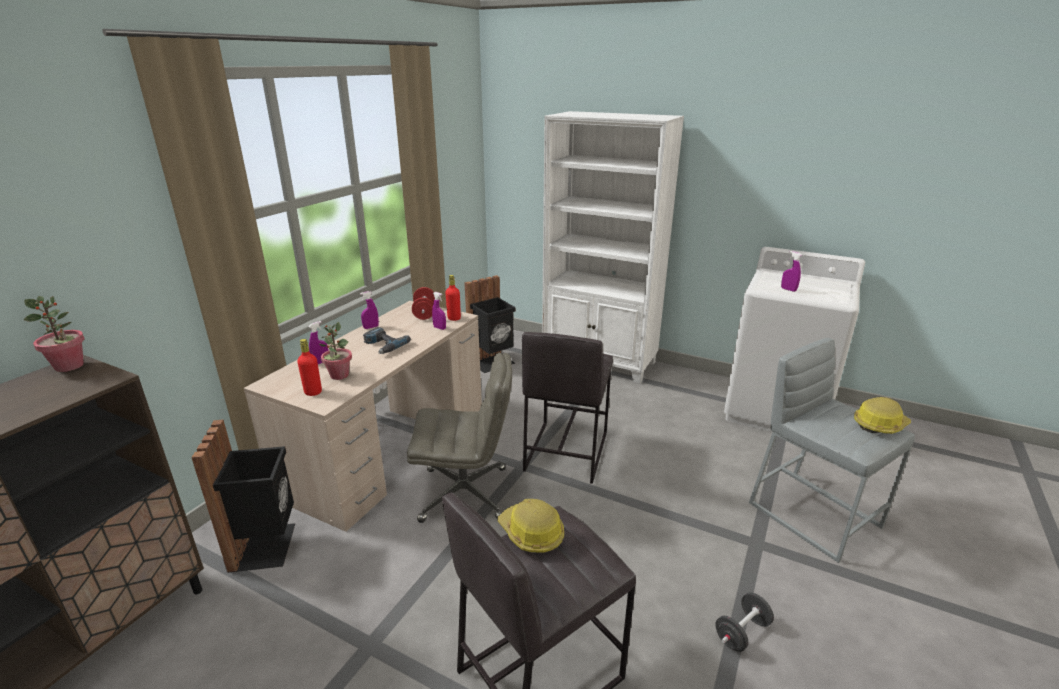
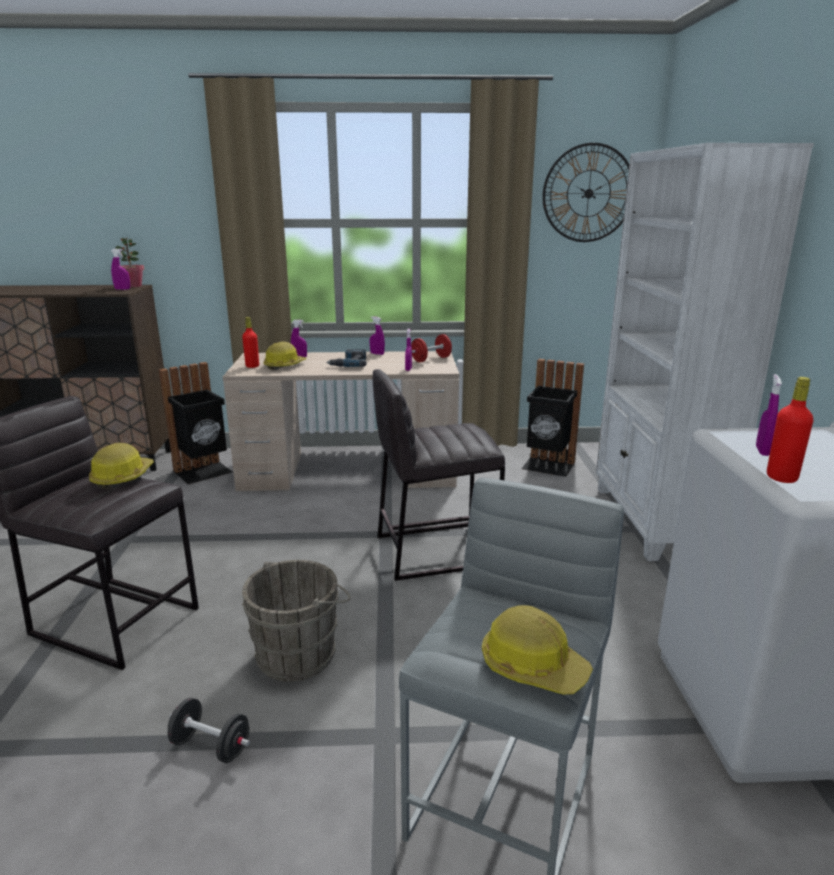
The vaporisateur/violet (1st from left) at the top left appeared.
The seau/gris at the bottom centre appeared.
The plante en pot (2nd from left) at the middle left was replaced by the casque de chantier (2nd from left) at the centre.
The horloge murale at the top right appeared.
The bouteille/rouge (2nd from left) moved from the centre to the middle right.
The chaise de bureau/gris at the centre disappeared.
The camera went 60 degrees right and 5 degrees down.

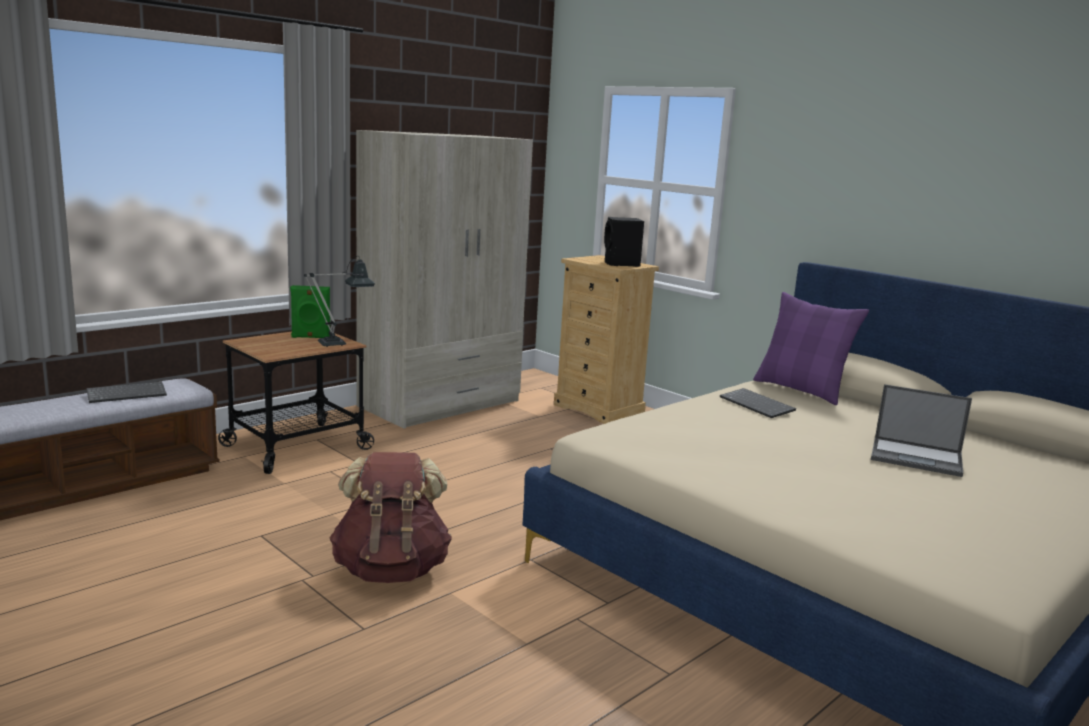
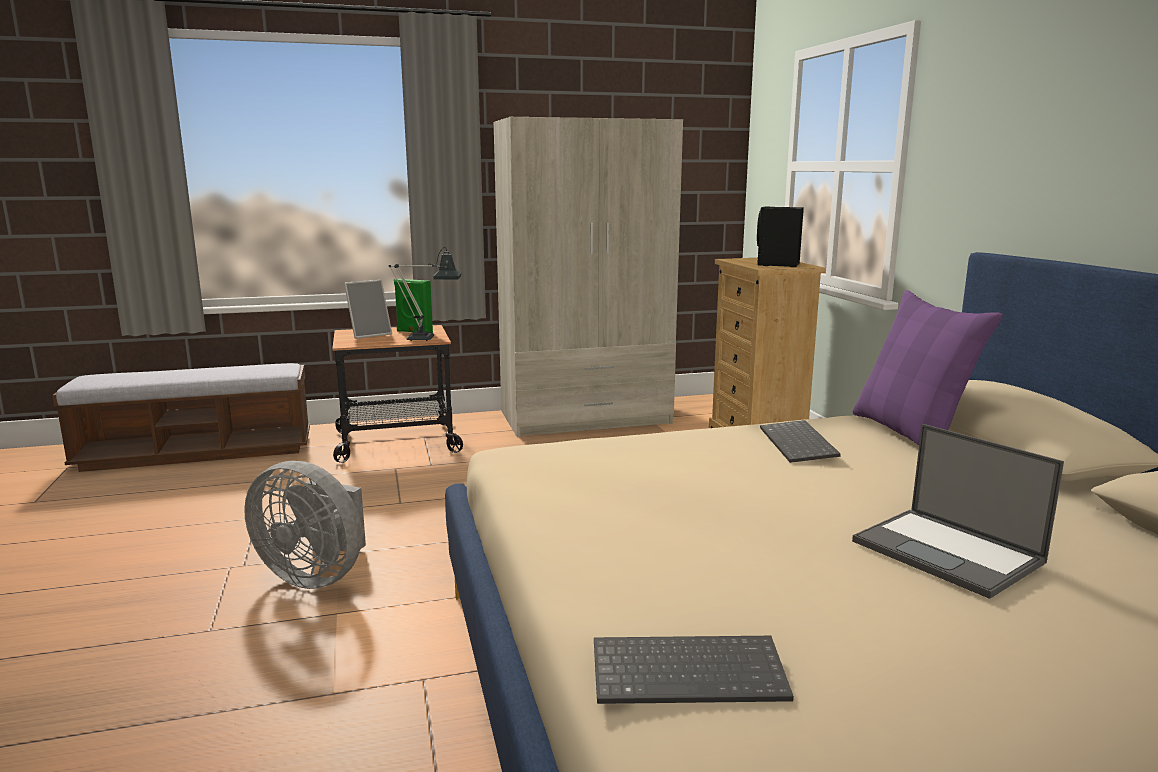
The sac à dos/marron at the bottom centre was replaced by the ventilateur/gris at the bottom left.
The cadre photo at the middle left appeared.
The clavier (1st from left) moved from the middle left to the bottom centre.
The camera went 30 degrees right and 0 degrees up.

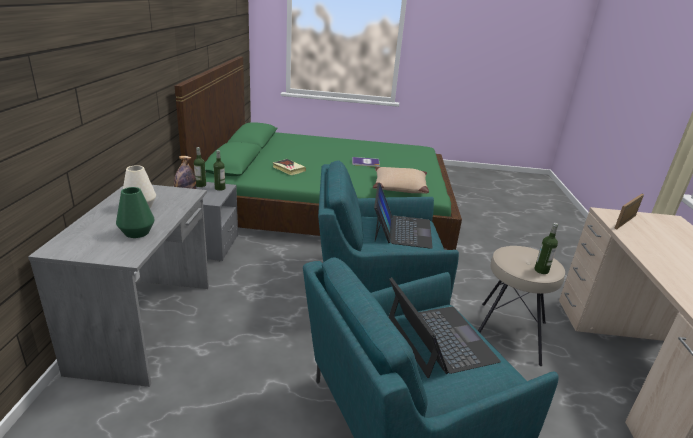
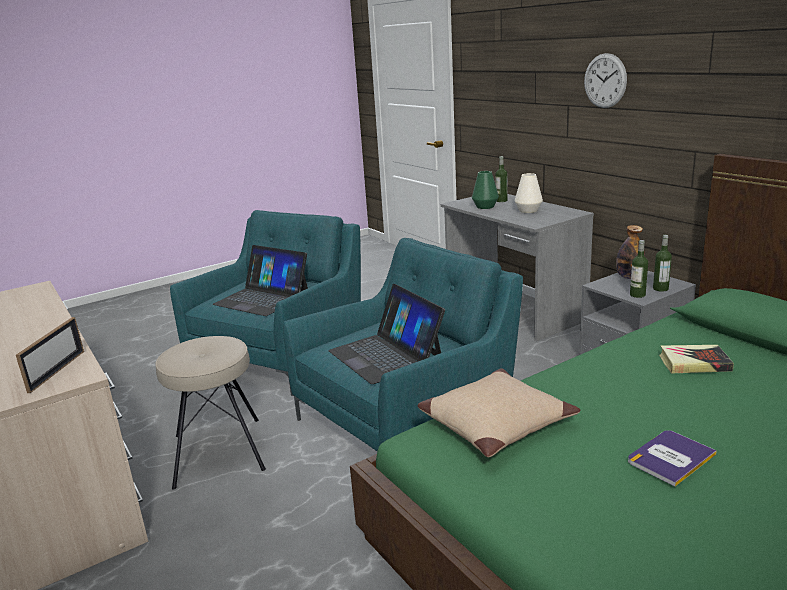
The bouteille (4th from left in the first image) moved from the middle right to the top centre.
The horloge murale at the top right appeared.
The camera went 145 degrees right and 5 degrees down.

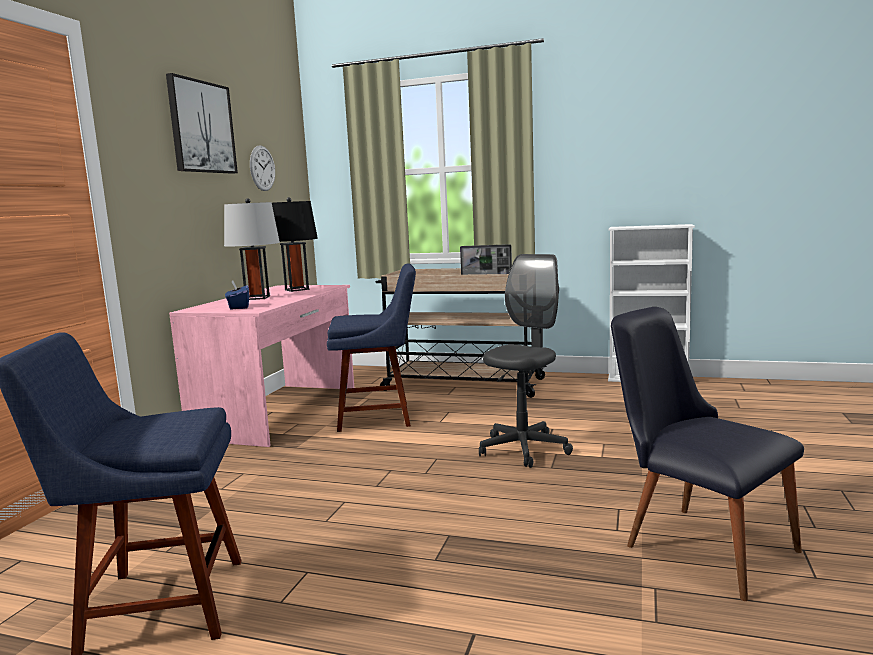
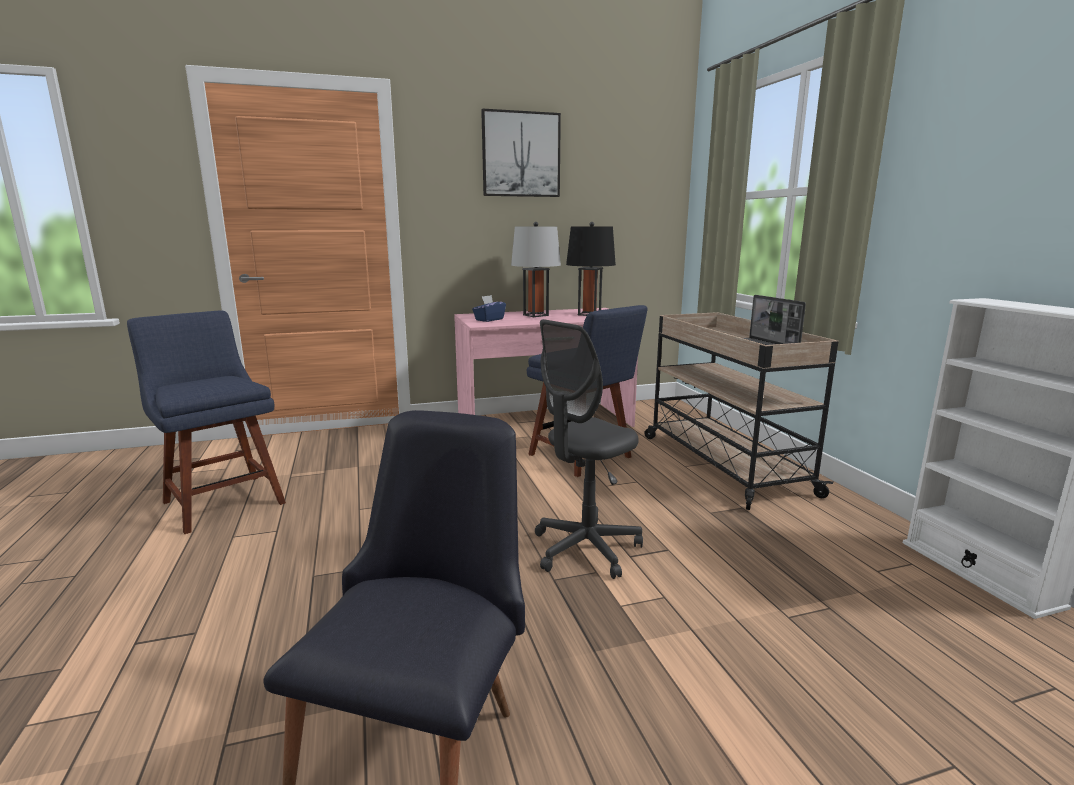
The chaise de bureau/gris at the centre turned 135 degrees clockwise.
The horloge murale at the top left disappeared.
The camera went 55 degrees right and 5 degrees up.

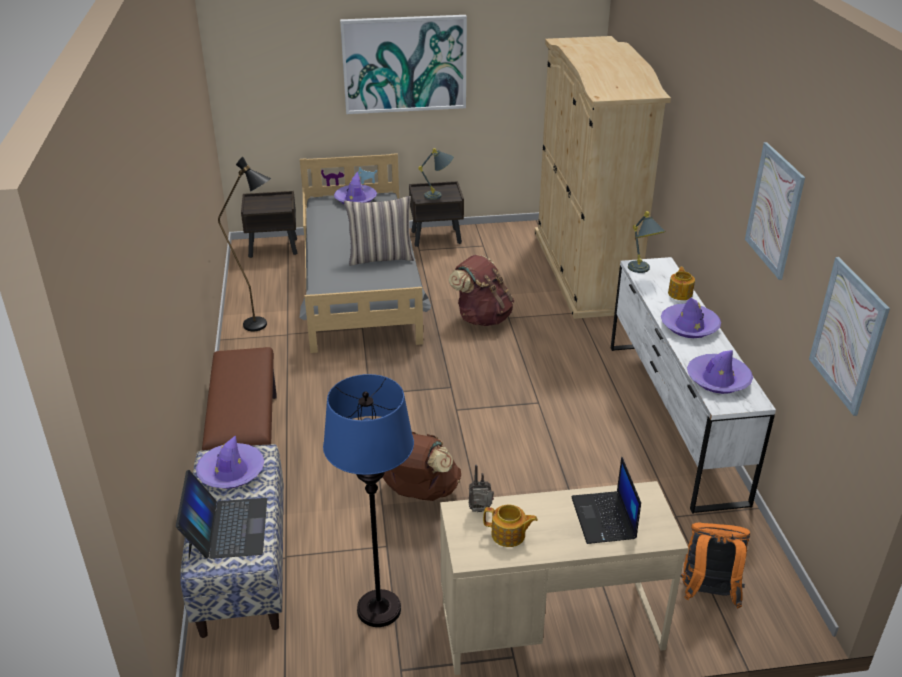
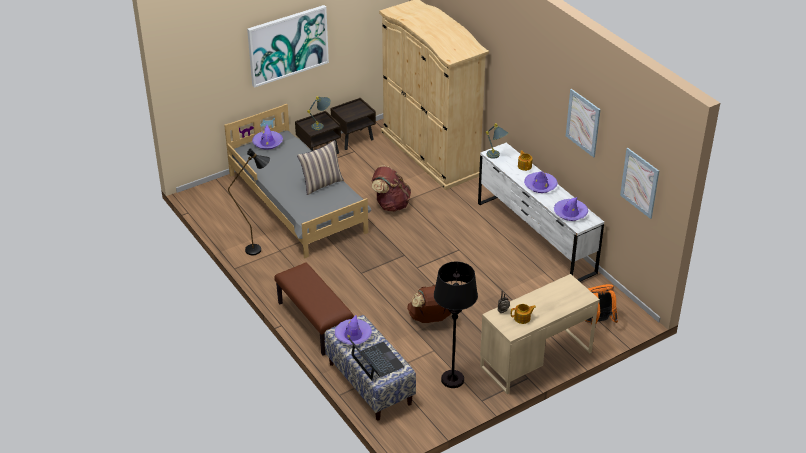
The table de chevet/marron (1st from left in the first image) moved from the top left to the top centre.
The lampadaire/bleu at the bottom centre became the lampadaire/noir (2nd from left) at the bottom centre.
The ordinateur portable (2nd from left) at the bottom right disappeared.
The camera went 25 degrees left and 5 degrees up.

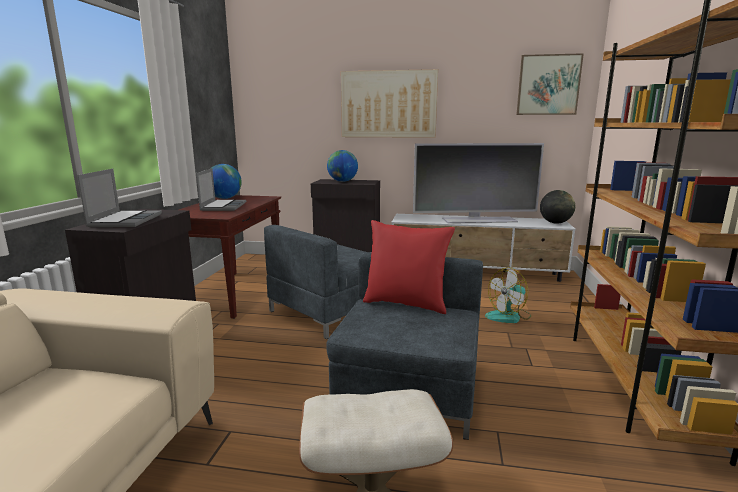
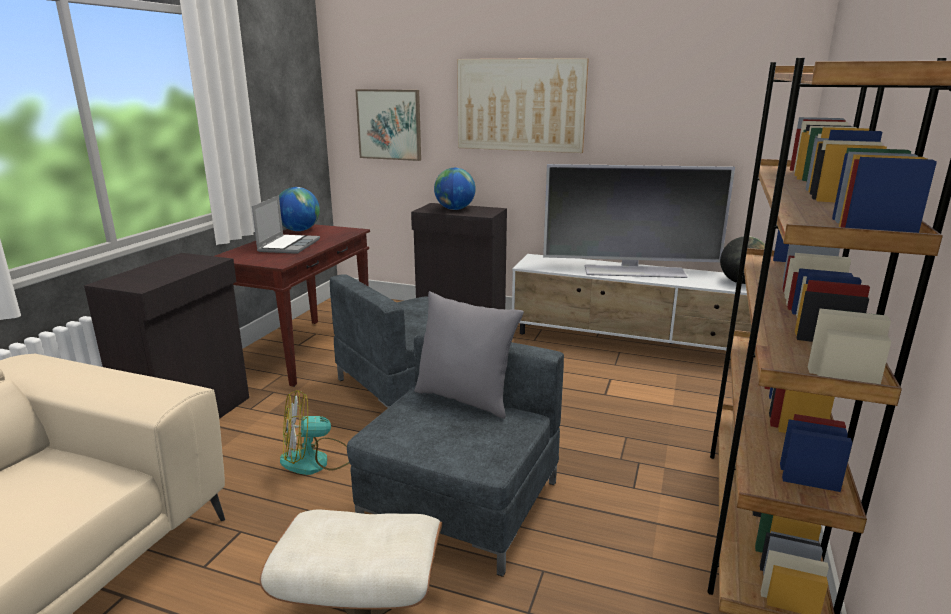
The ventilateur moved from the middle right to the bottom left.
The tableau (2nd from left in the first image) moved from the top right to the top centre.
The coussin/rouge at the centre became the coussin/gris at the centre.
The ordinateur portable (1st from left) at the middle left disappeared.
The camera went 10 degrees right and 5 degrees up.

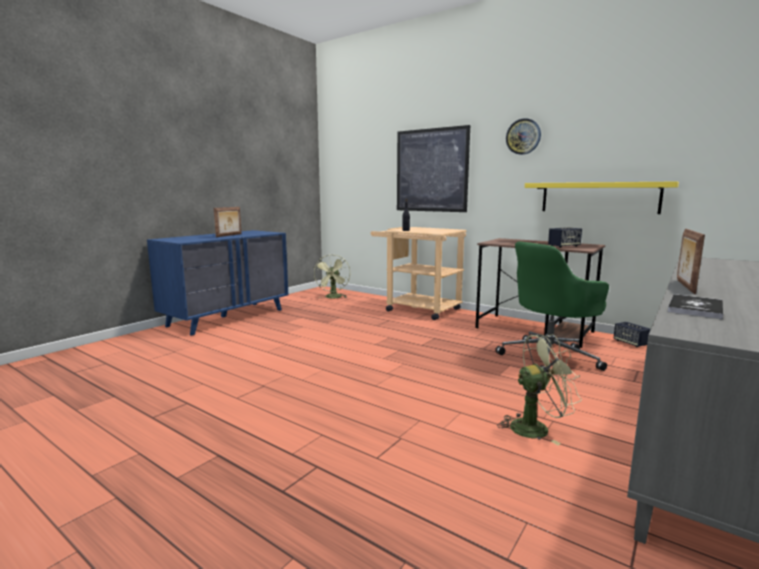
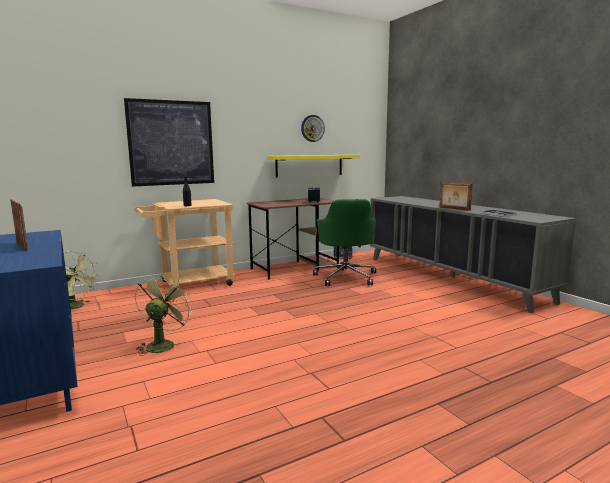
The ventilateur/vert (2nd from left) moved from the bottom right to the middle left.
The horloge murale moved from the top right to the top centre.
The camera went 65 degrees left and 0 degrees up.

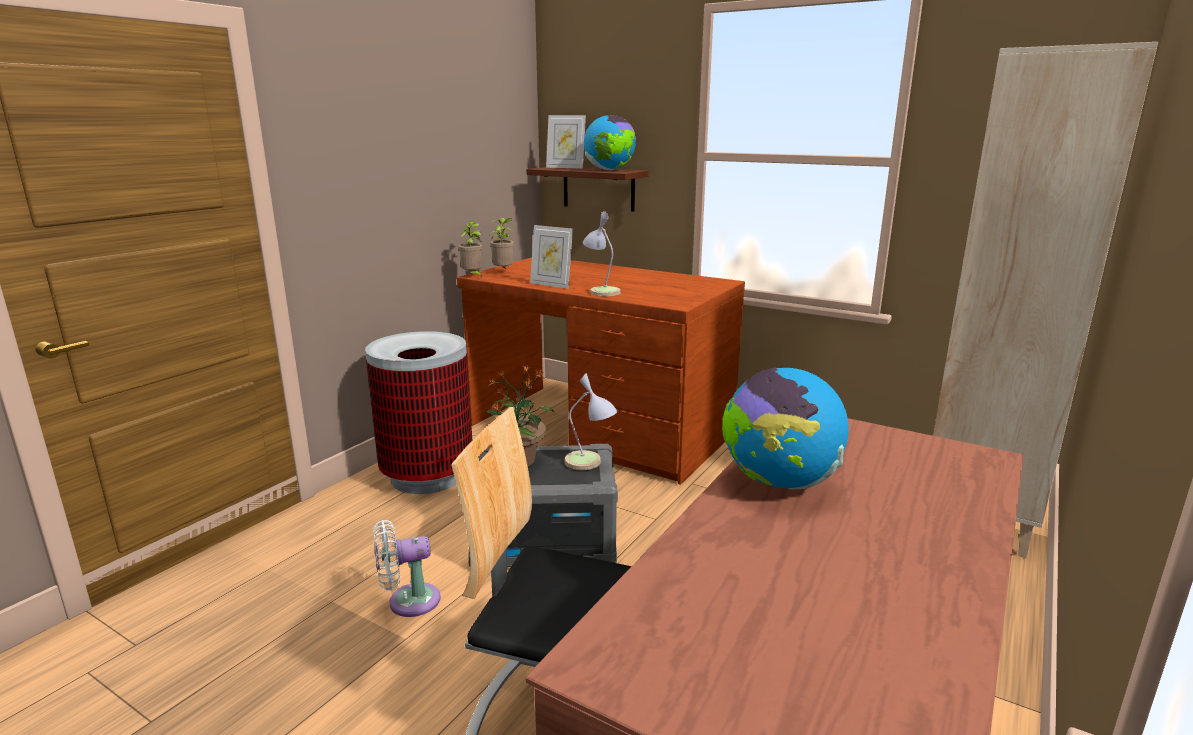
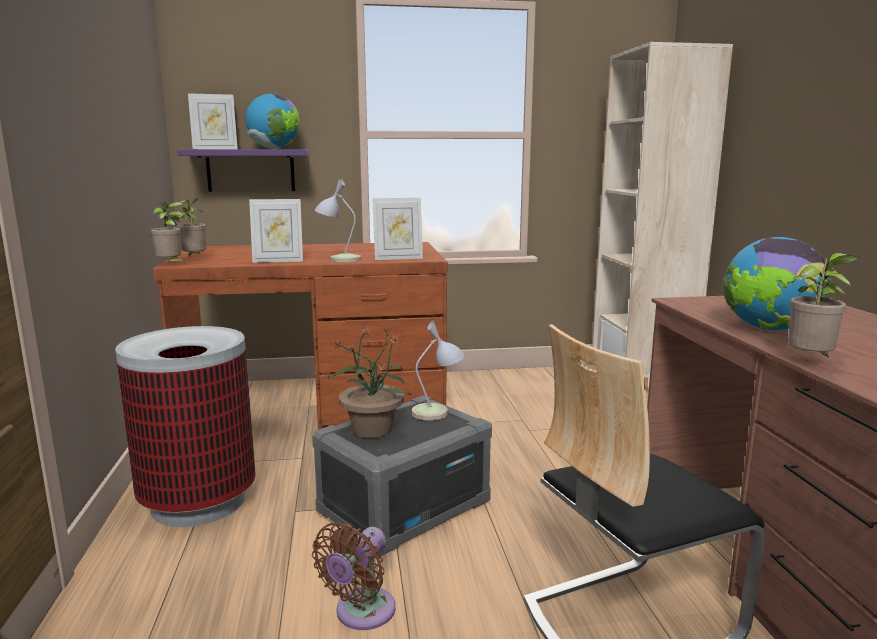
The étagère/marron at the top centre became the étagère/violet at the top left.
The ventilateur/blanc at the bottom centre became the ventilateur/marron at the bottom centre.
The cadre photo (3rd from left) at the centre appeared.
The plante en pot (4th from left) at the middle right appeared.
The camera went 40 degrees left and 5 degrees down.

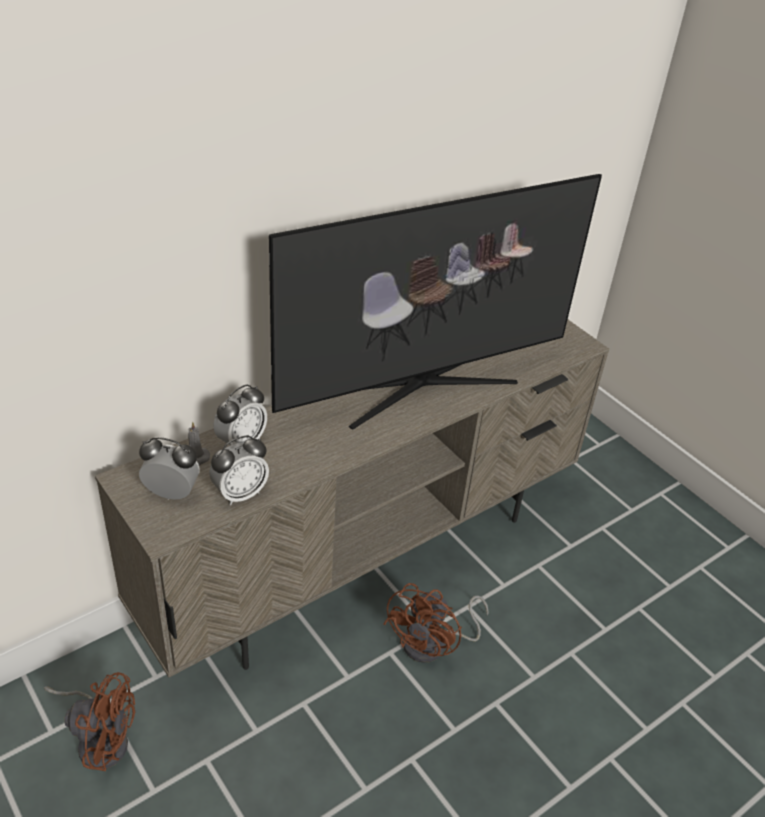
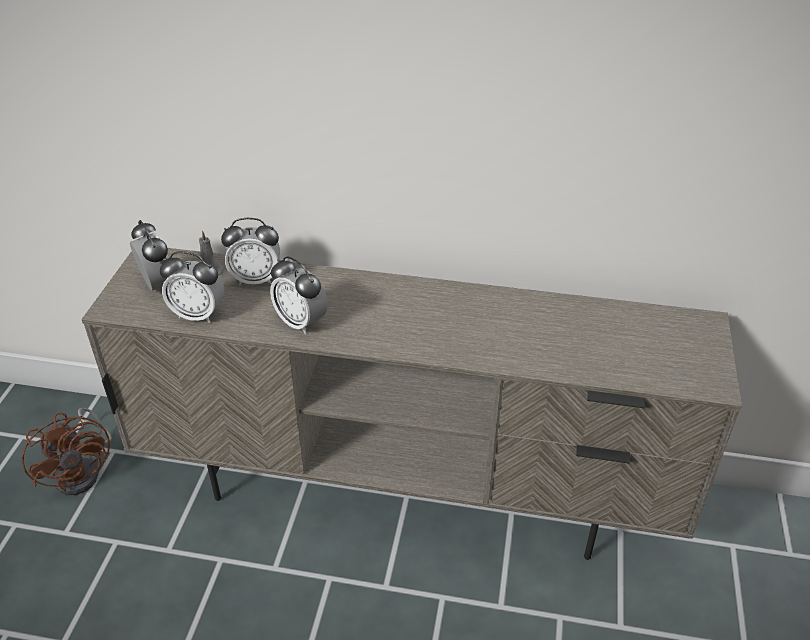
The réveil (4th from left) at the centre appeared.
The téléviseur at the centre disappeared.
The ventilateur/marron (2nd from left) at the bottom centre disappeared.
The camera went 50 degrees right and 0 degrees up.

